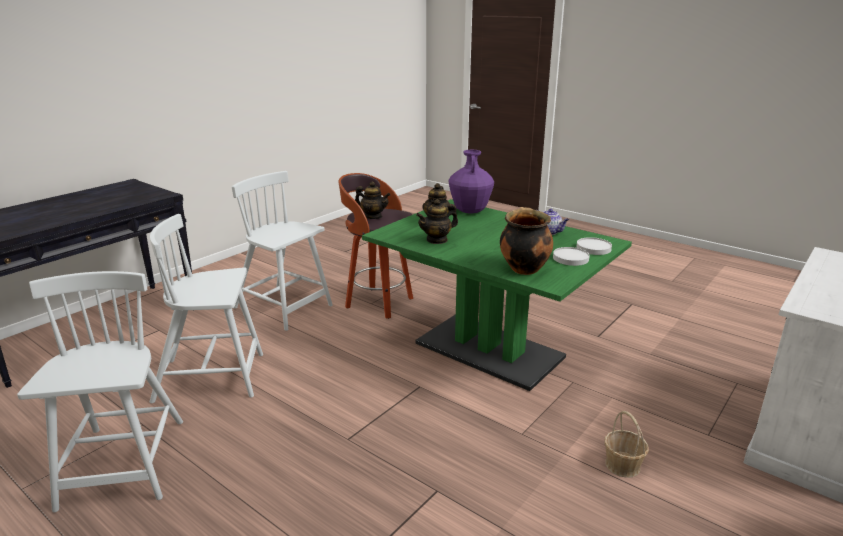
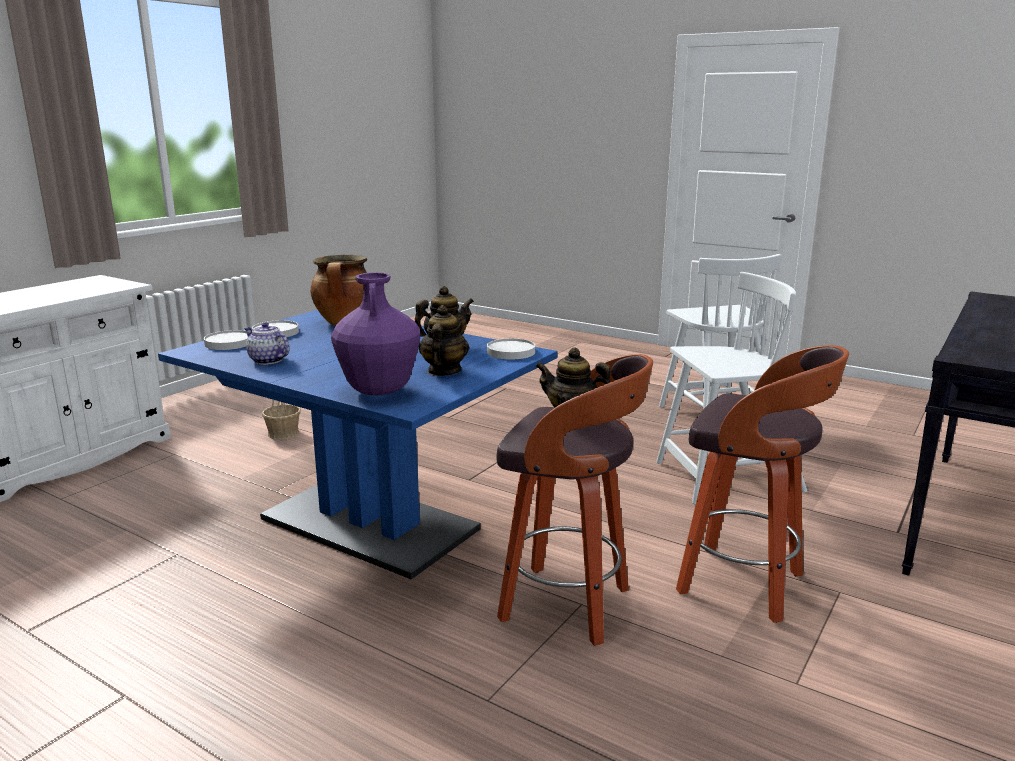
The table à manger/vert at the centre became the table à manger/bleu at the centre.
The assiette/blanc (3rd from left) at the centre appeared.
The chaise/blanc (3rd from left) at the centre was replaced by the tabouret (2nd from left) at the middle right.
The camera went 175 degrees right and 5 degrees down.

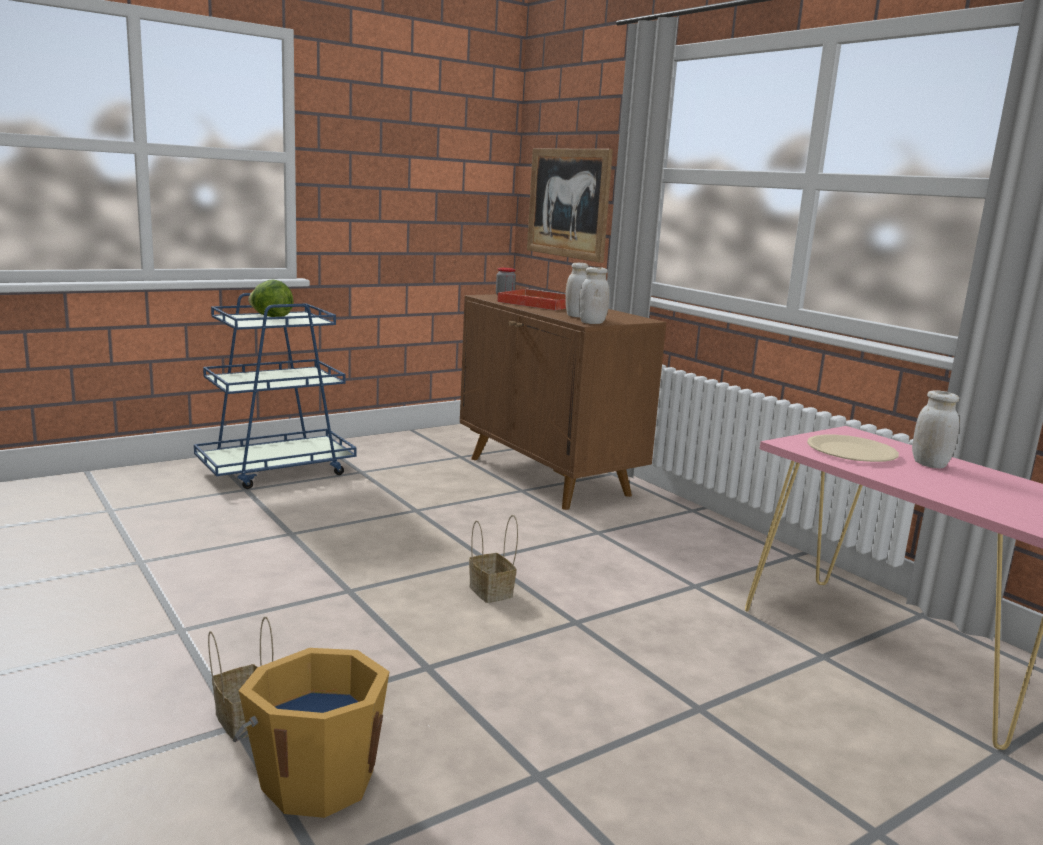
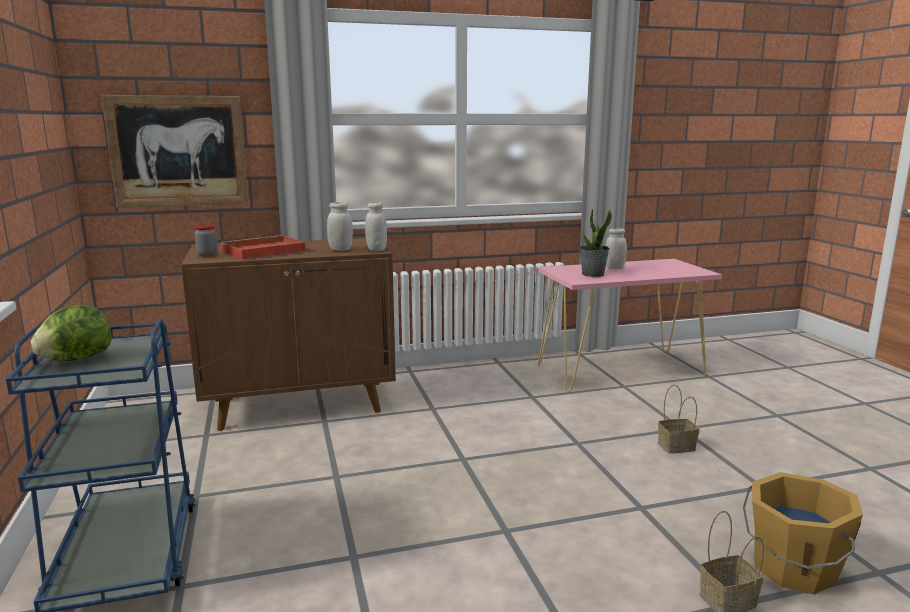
The assiette/beige at the middle right was replaced by the plante en pot at the centre.
The panier (2nd from left in the first image) moved from the centre to the bottom right.
The camera went 70 degrees left and 0 degrees up.

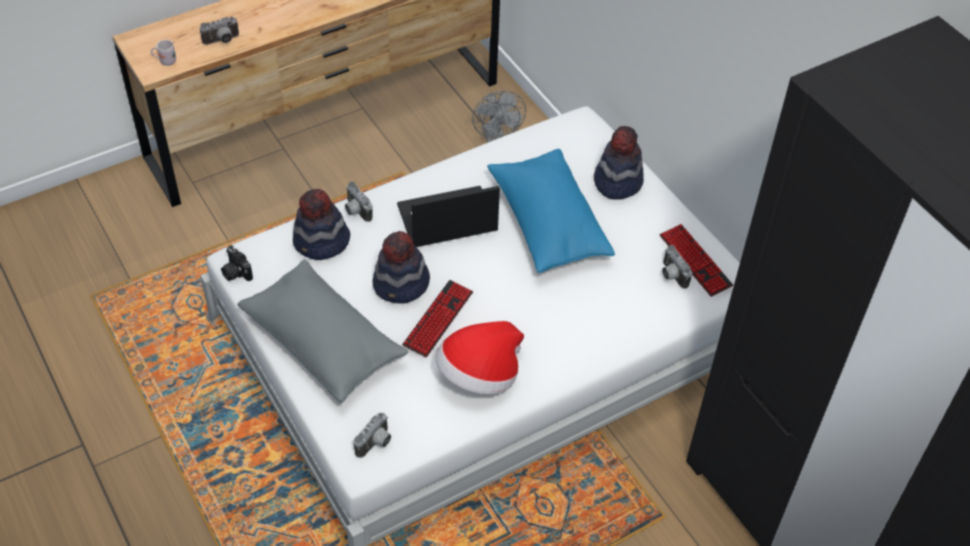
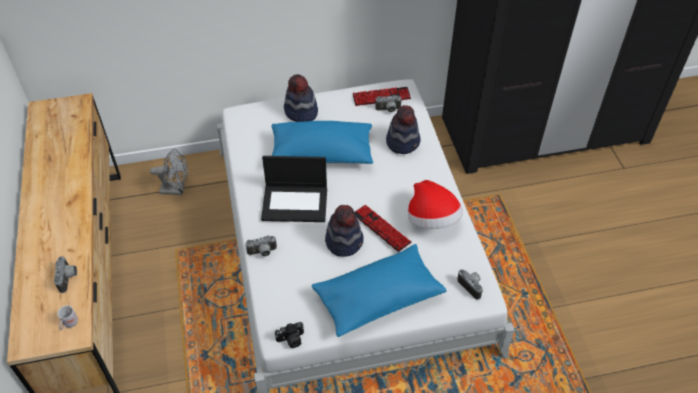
The ordinateur portable at the centre turned 90 degrees counterclockwise.
The coussin/gris at the middle left became the coussin/bleu (2nd from left) at the bottom centre.
The chapeau (1st from left in the first image) moved from the middle left to the top centre.
The camera went 70 degrees left and 0 degrees up.

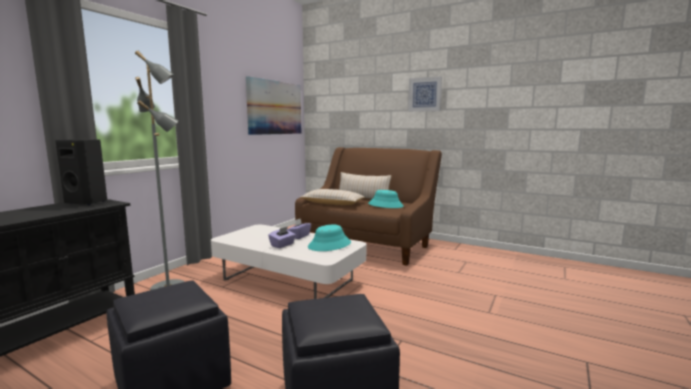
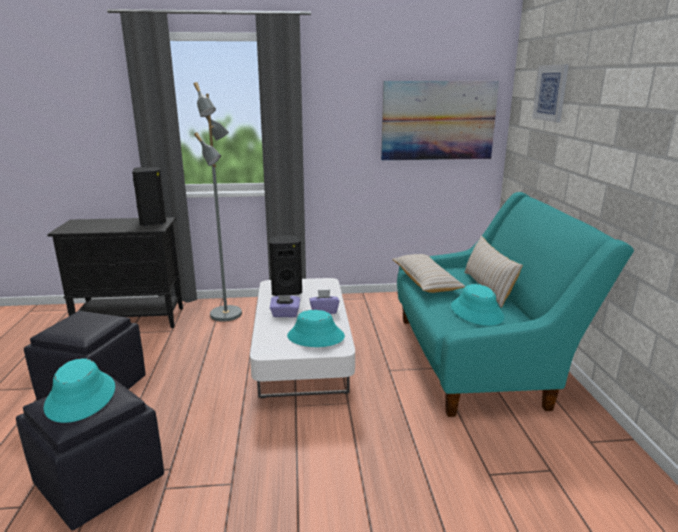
The chapeau/turquoise (1st from left) at the bottom left appeared.
The enceinte/noir (2nd from left) at the centre appeared.
The canapé/marron at the centre became the canapé/turquoise at the middle right.
The tableau (2nd from left) moved from the top centre to the top right.
The camera went 55 degrees right and 10 degrees up.

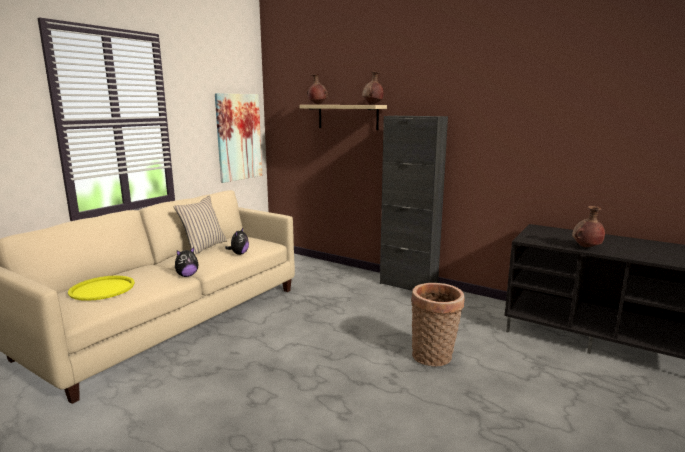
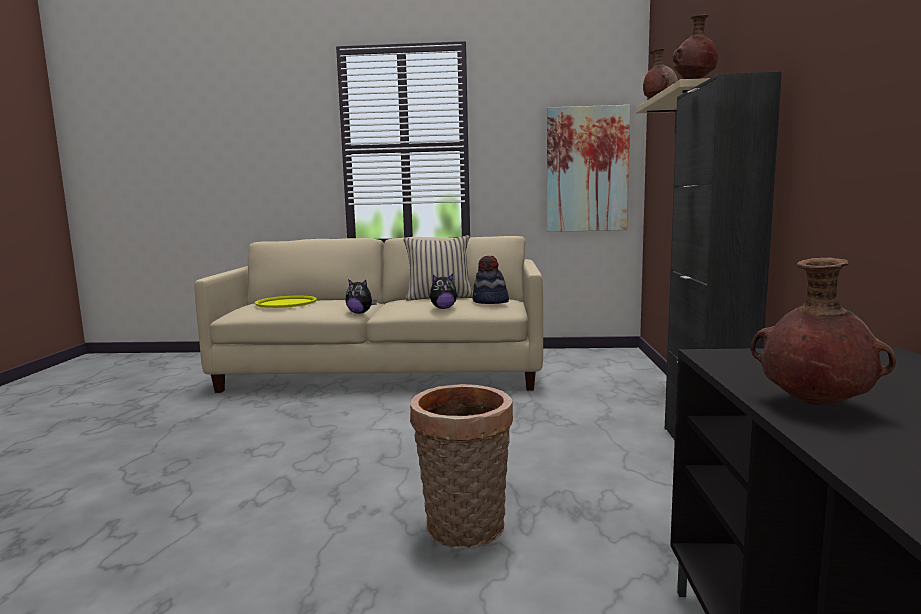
The chapeau at the centre appeared.
The camera went 60 degrees right and 5 degrees down.

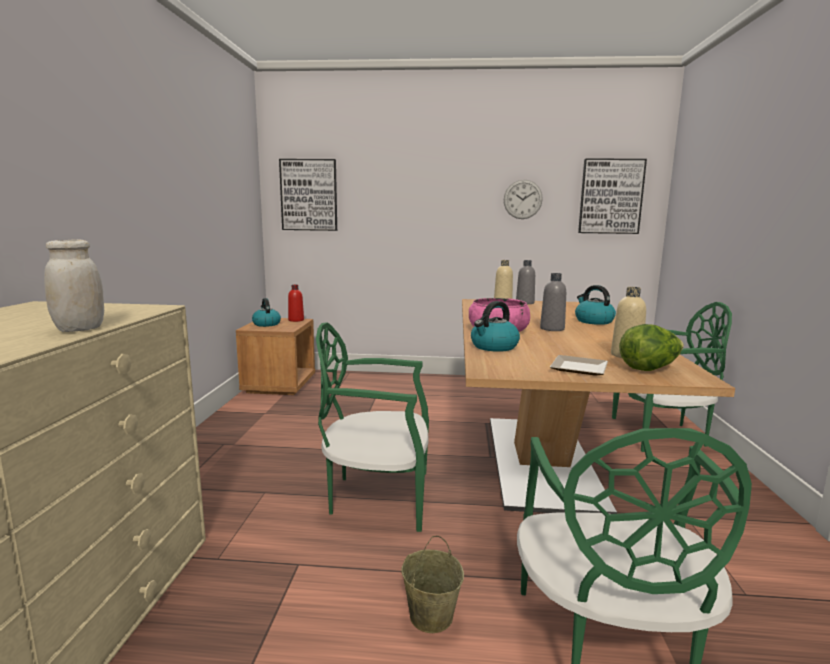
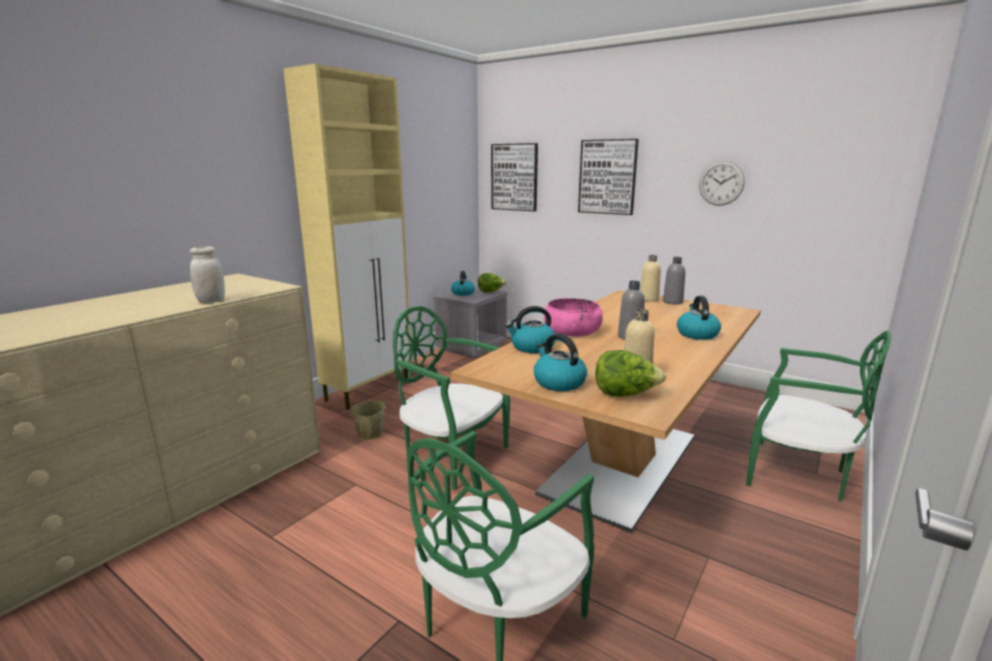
The meuble de rangement/beige at the centre appeared.
The seau/beige moved from the bottom centre to the centre.
The table de chevet/marron at the middle left became the table de chevet/gris at the centre.
The bouteille/rouge at the centre was replaced by the laitue (1st from left) at the centre.
The assiette at the middle right was replaced by the bouilloire (3rd from left) at the centre.
The tableau (2nd from left) moved from the top right to the top centre.
The camera went 30 degrees right and 5 degrees up.

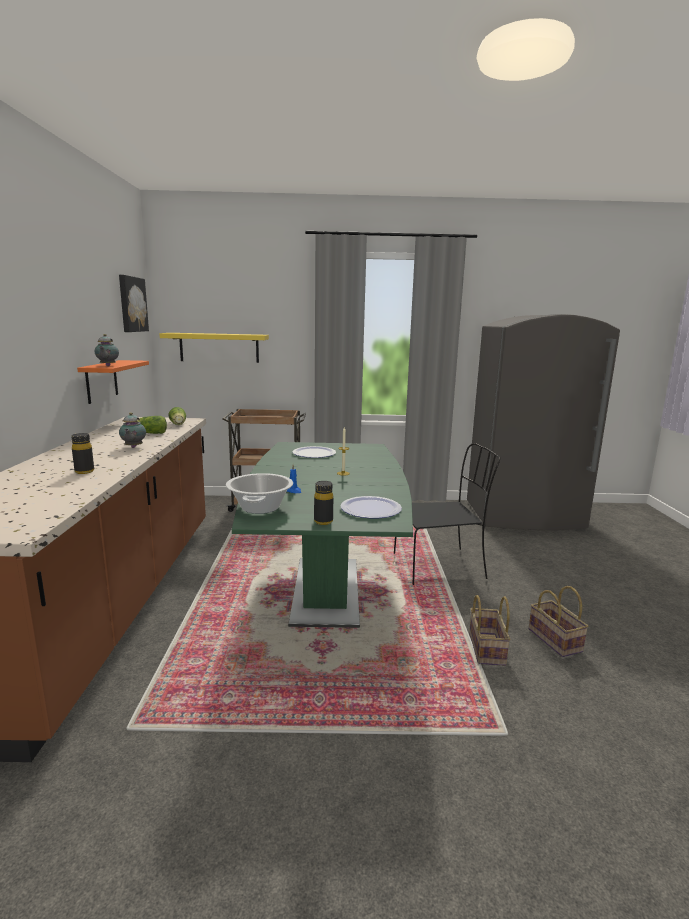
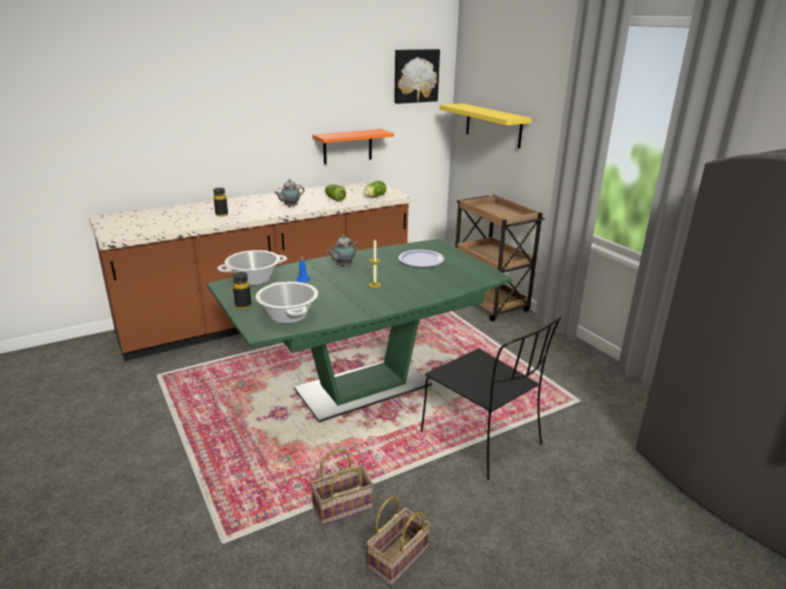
The assiette (2nd from left) at the centre was replaced by the marmite (2nd from left) at the centre.
The théière (1st from left in the first image) moved from the middle left to the centre.
The camera went 60 degrees right and 10 degrees up.

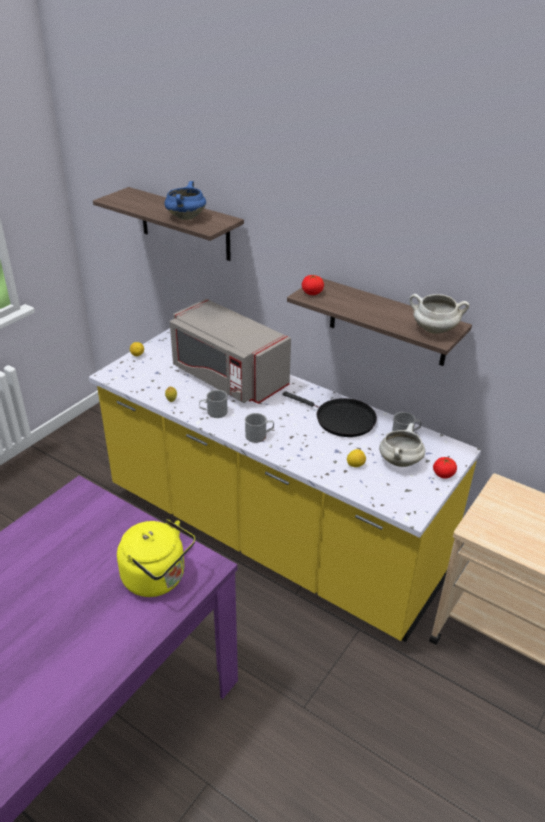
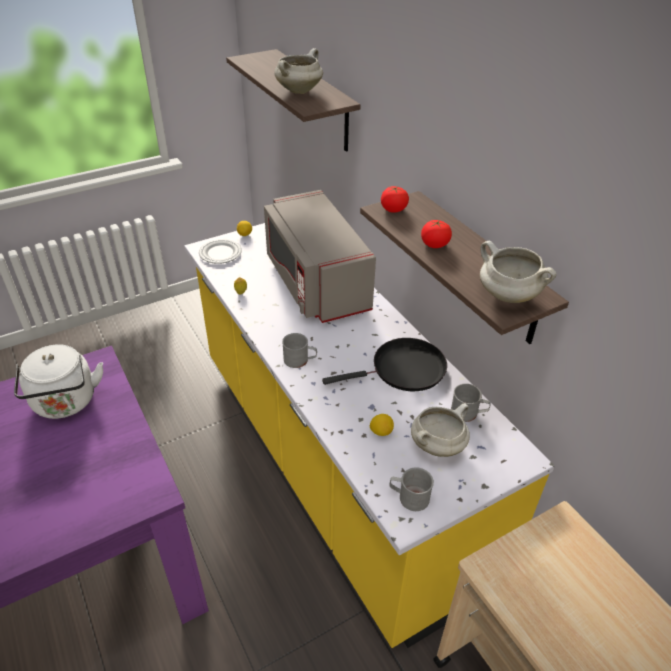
The bouilloire/blanc at the middle left appeared.
The assiette at the middle left appeared.
The marmite/bleu at the top centre became the marmite/blanc (1st from left) at the top centre.
The poêle/noir at the centre turned 75 degrees counterclockwise.
The mug/gris (1st from left in the first image) moved from the centre to the bottom centre.
The tomate (2nd from left) moved from the middle right to the centre.
The bouilloire/jaune at the bottom left disappeared.
The camera went 25 degrees right and 5 degrees up.

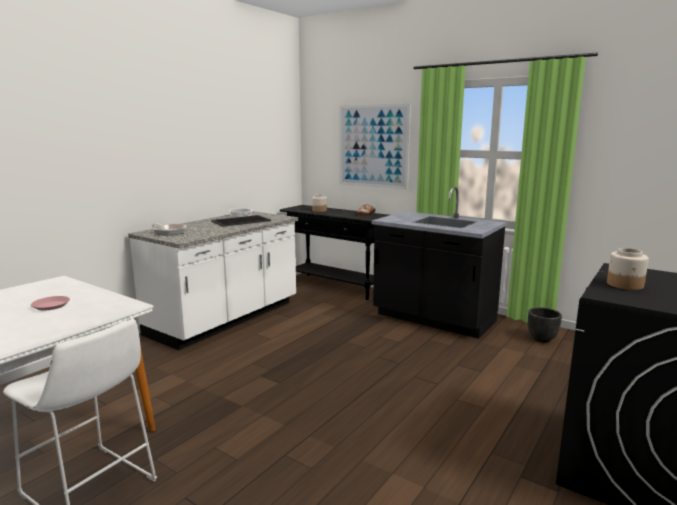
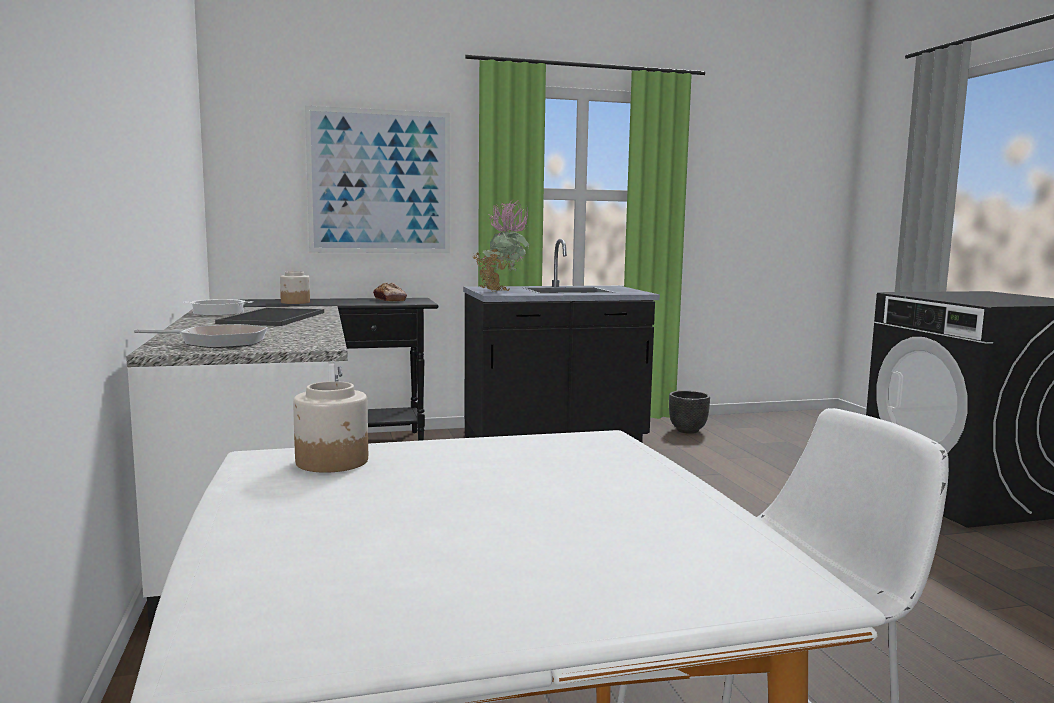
The bocal (2nd from left) moved from the middle right to the middle left.
The plante en pot at the centre appeared.
The assiette/rose at the middle left disappeared.
The camera went 50 degrees left and 5 degrees down.

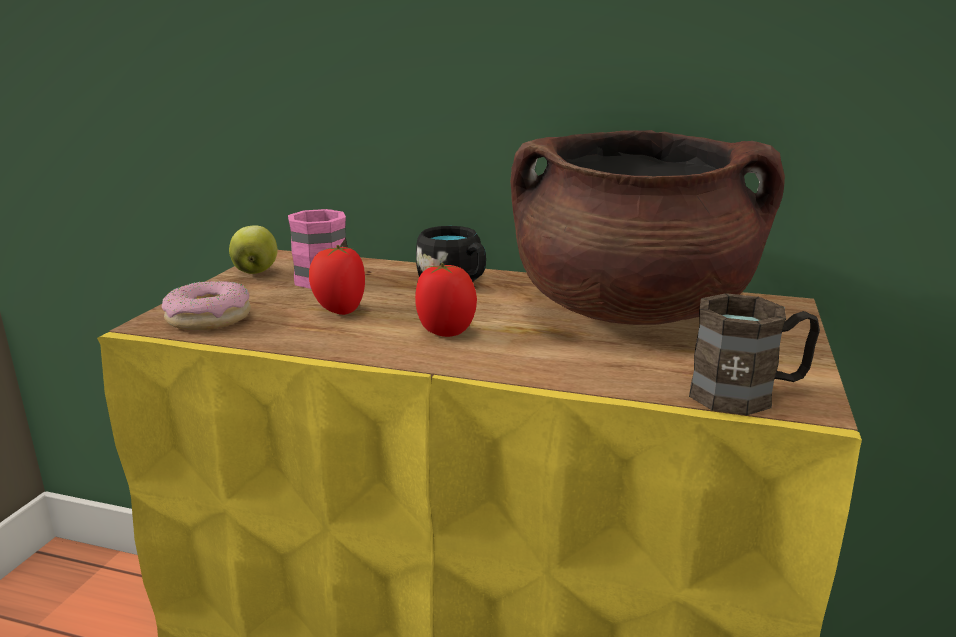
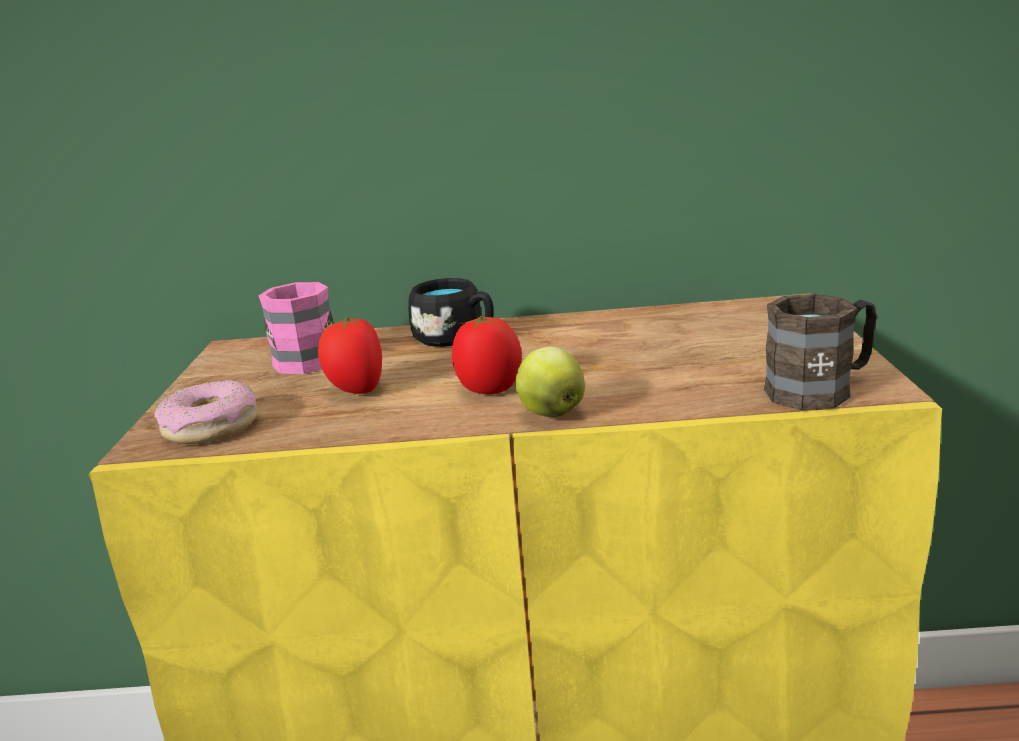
The pomme moved from the middle left to the centre.
The marmite/marron at the middle right disappeared.
The camera went 15 degrees left and 0 degrees up.

